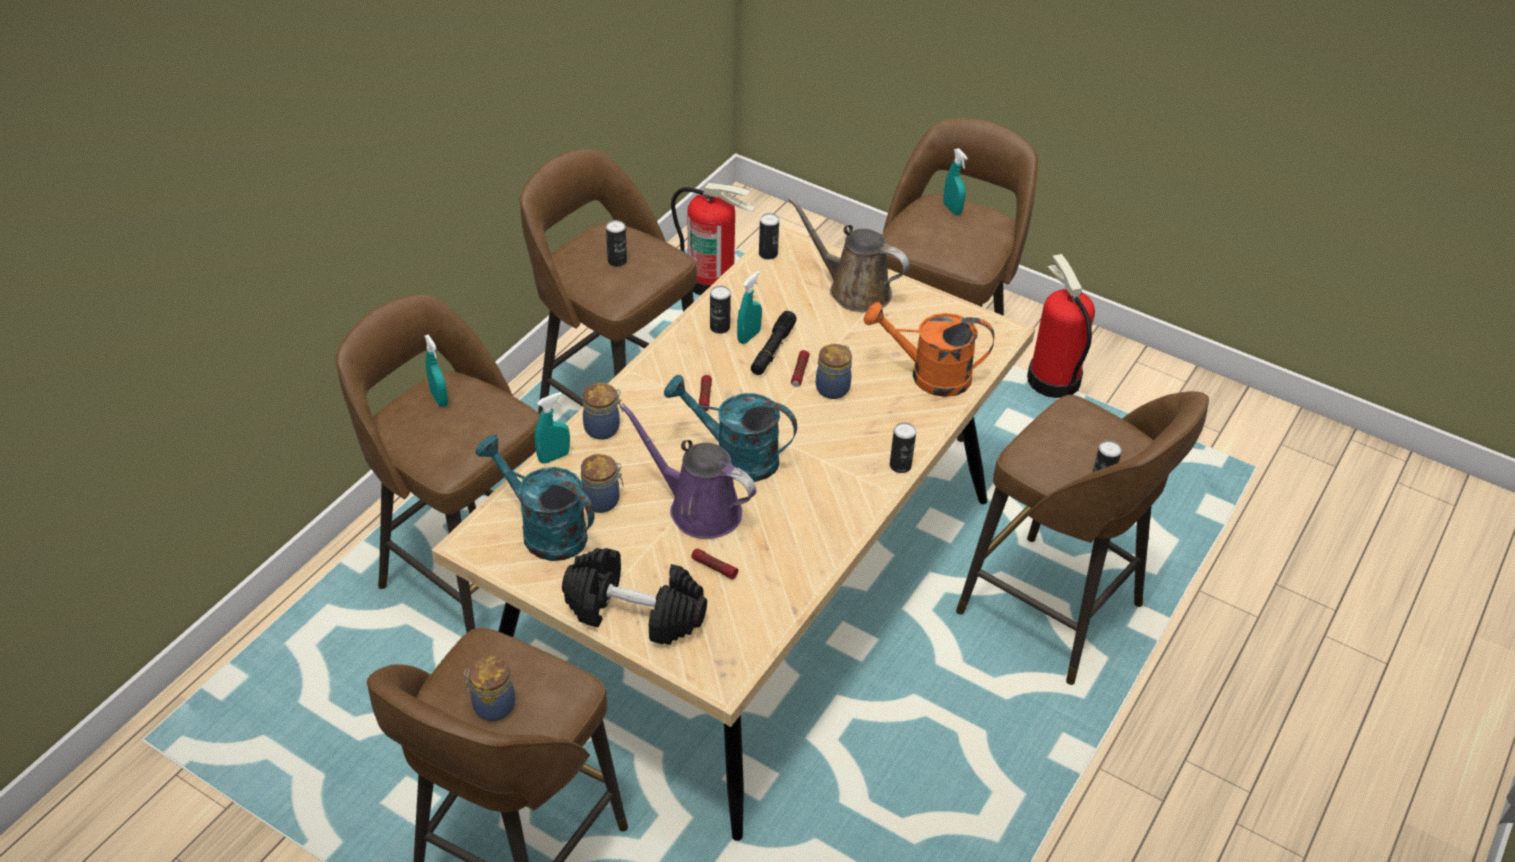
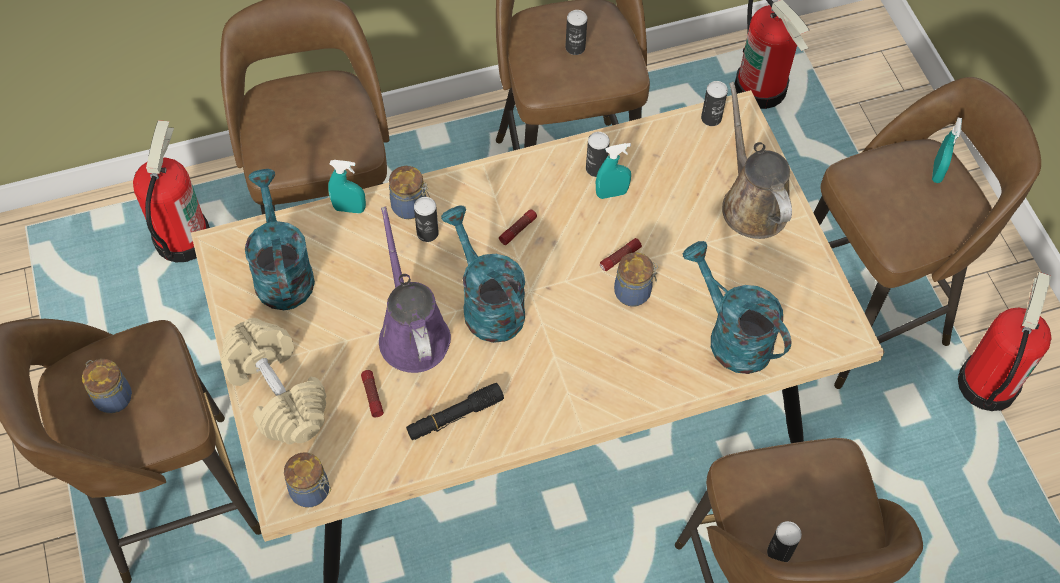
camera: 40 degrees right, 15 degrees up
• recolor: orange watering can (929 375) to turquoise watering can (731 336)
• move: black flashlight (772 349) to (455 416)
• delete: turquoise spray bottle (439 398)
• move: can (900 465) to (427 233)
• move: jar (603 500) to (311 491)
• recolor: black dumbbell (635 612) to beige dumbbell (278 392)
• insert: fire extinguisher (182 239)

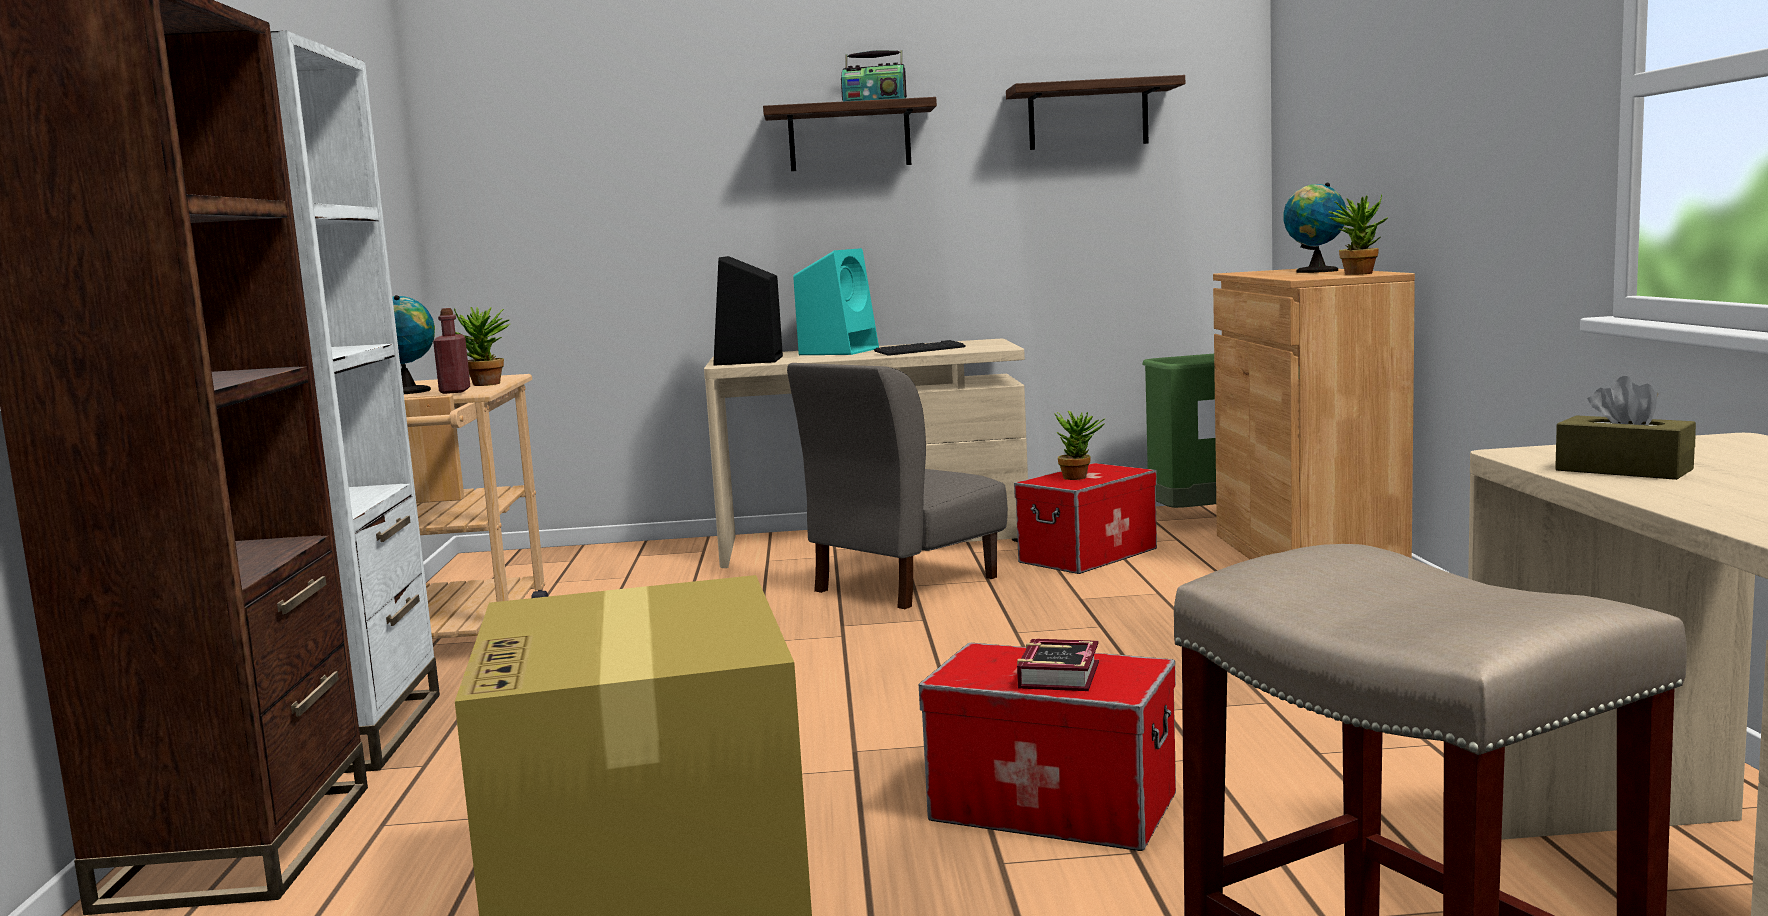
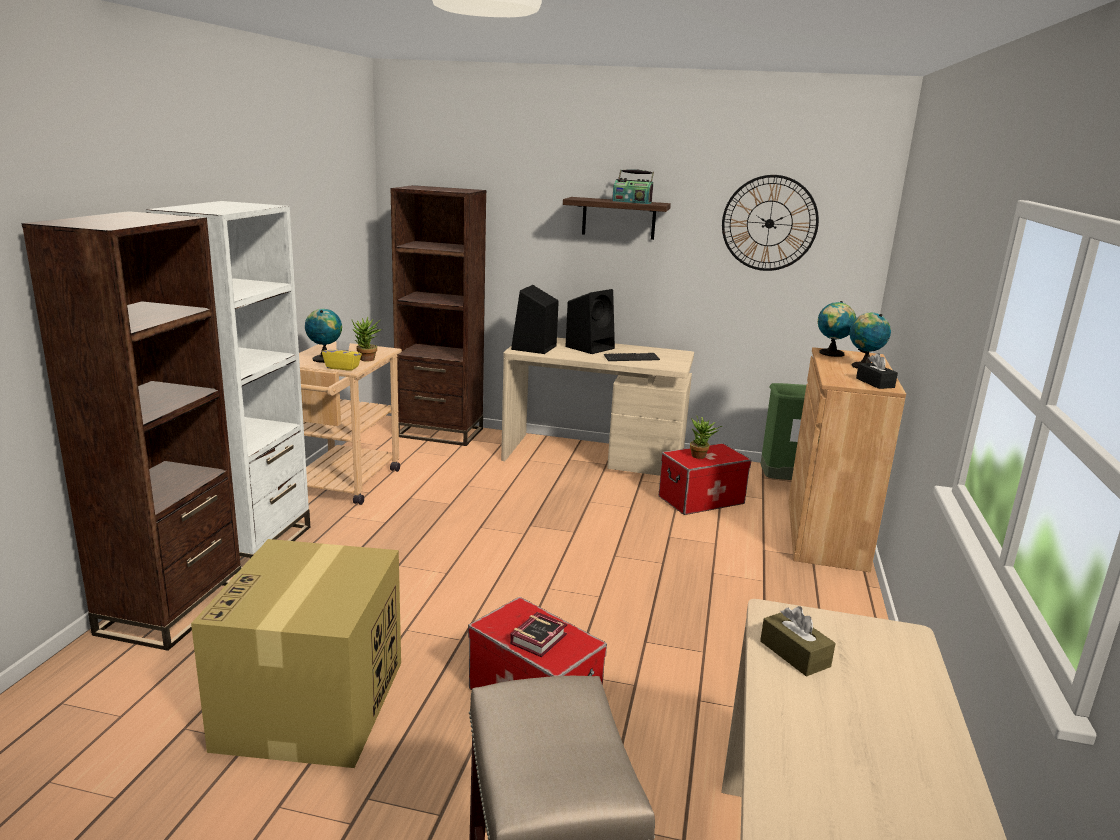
camera: 15 degrees right, 10 degrees up
• replace: shelf (1088 116) to wall clock (769 223)
• replace: potted plant (1357 273) to black tissue box (875 383)
• recolor: turquoise speaker (839 351) to black speaker (590 347)
• replace: red bottle (455 391) to yellow tissue box (342 367)
• delete: grey chair (904 584)
• insert: brown bookcase (440 433)
• insert: globe (831 354)

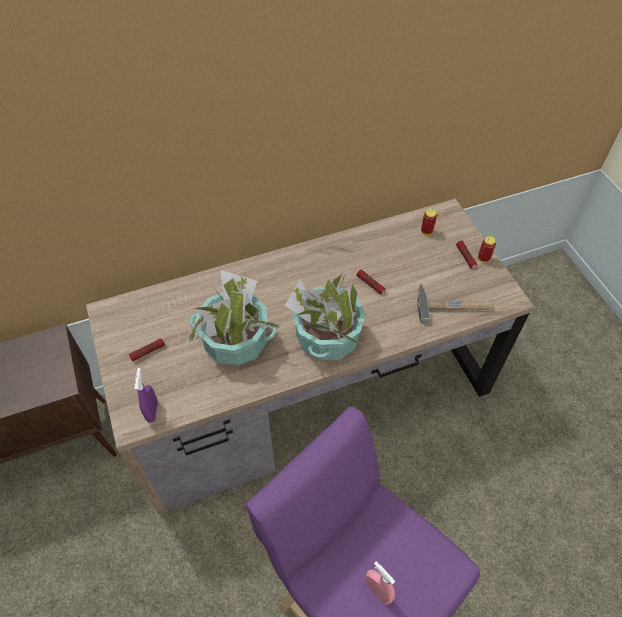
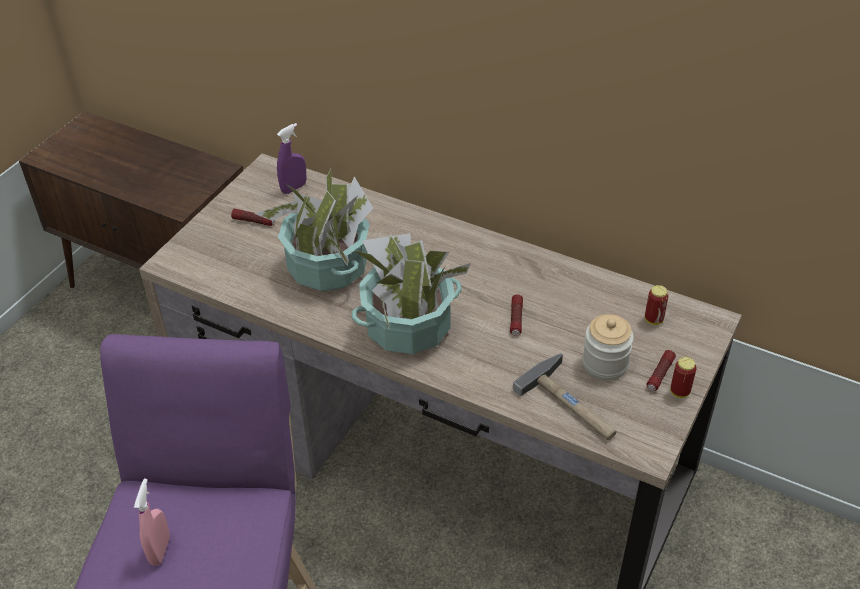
camera: 50 degrees right, 10 degrees down
• move: purple spray bottle (152 411) to (294 188)
• insert: jar (605 364)

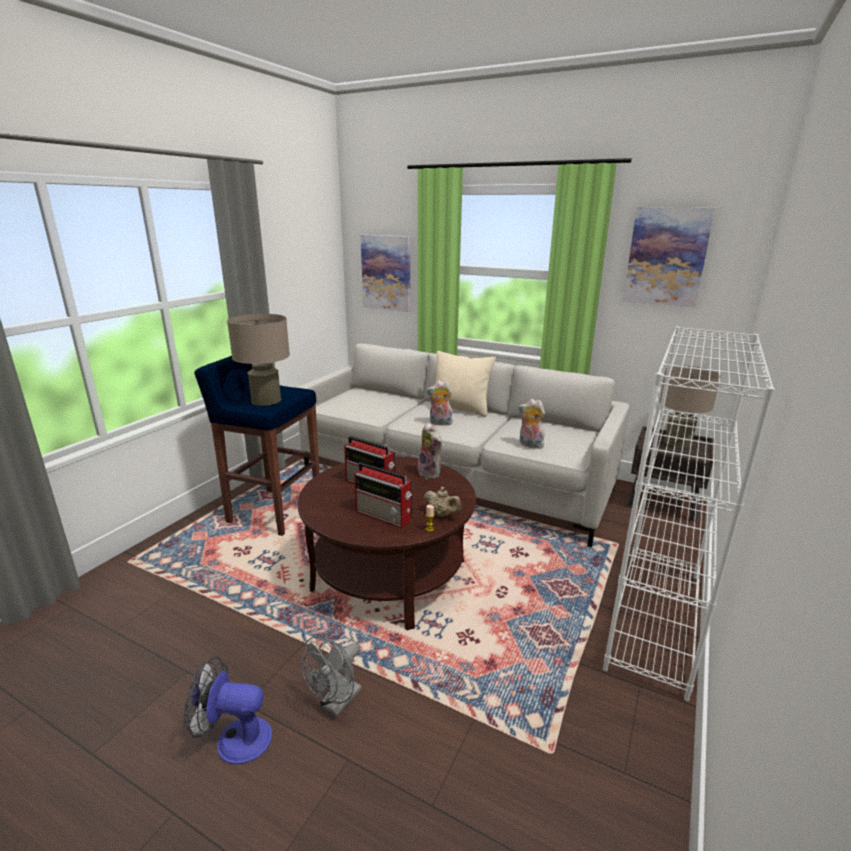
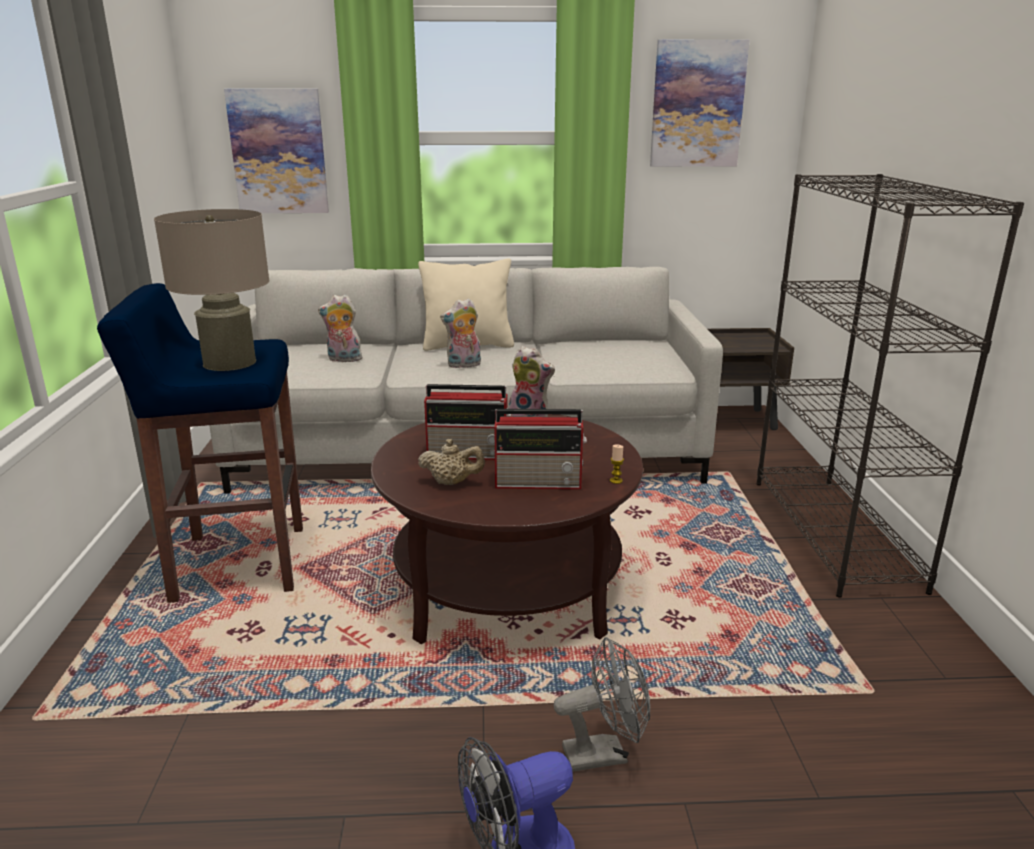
camera: 30 degrees left, 0 degrees up
• recolor: white bookcase (656 619) to black bookcase (834 533)
• delete: beige table lamp (677 442)
• move: plush toy (529 445) to (343 360)
• move: beige teapot (442 514) to (452 482)
• rotate: grey fan (336 703) = (604 753) 105 degrees counterclockwise

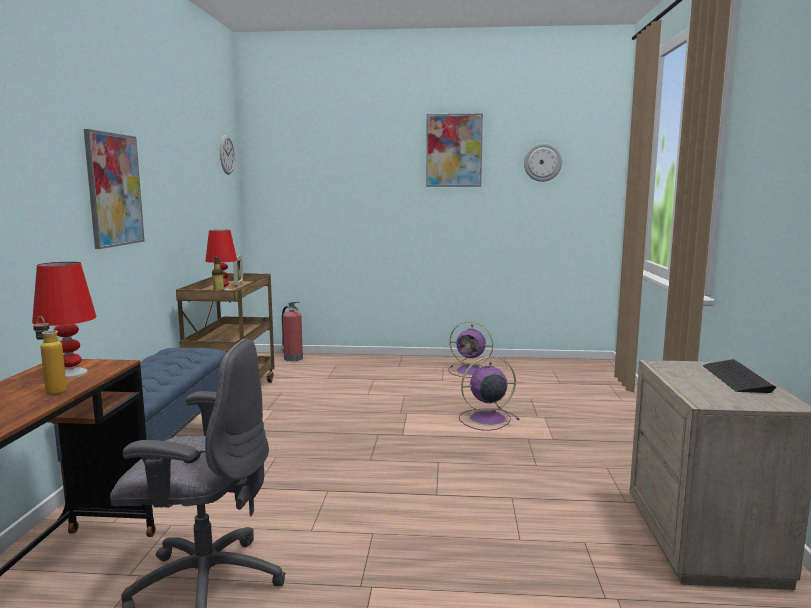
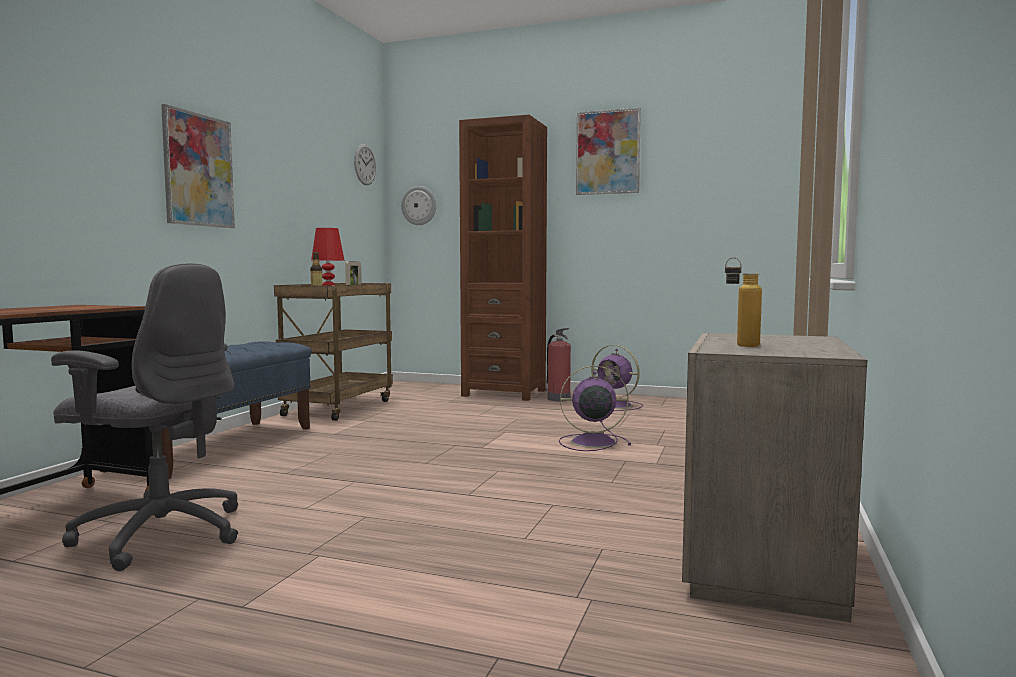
camera: 15 degrees right, 5 degrees down
• move: wall clock (542 162) to (419 205)
• delete: red table lamp (70 374)
• move: fire extinguisher (292 358) to (558 399)
• move: bottle (52 391) to (740 345)
• delete: keyboard (736 378)
• insert: brown bookcase (504 393)

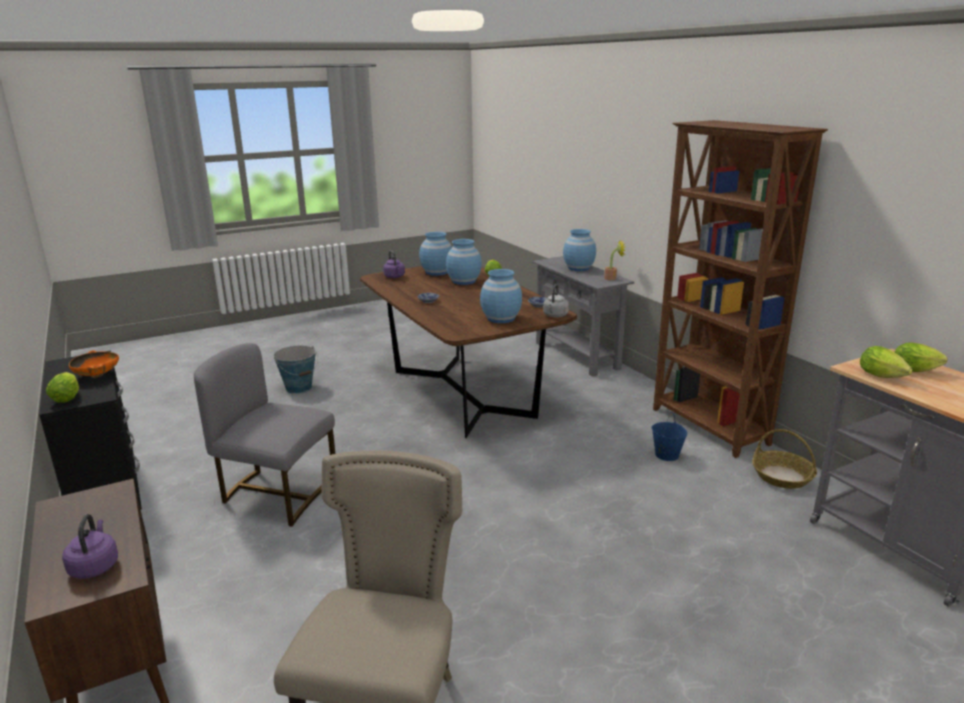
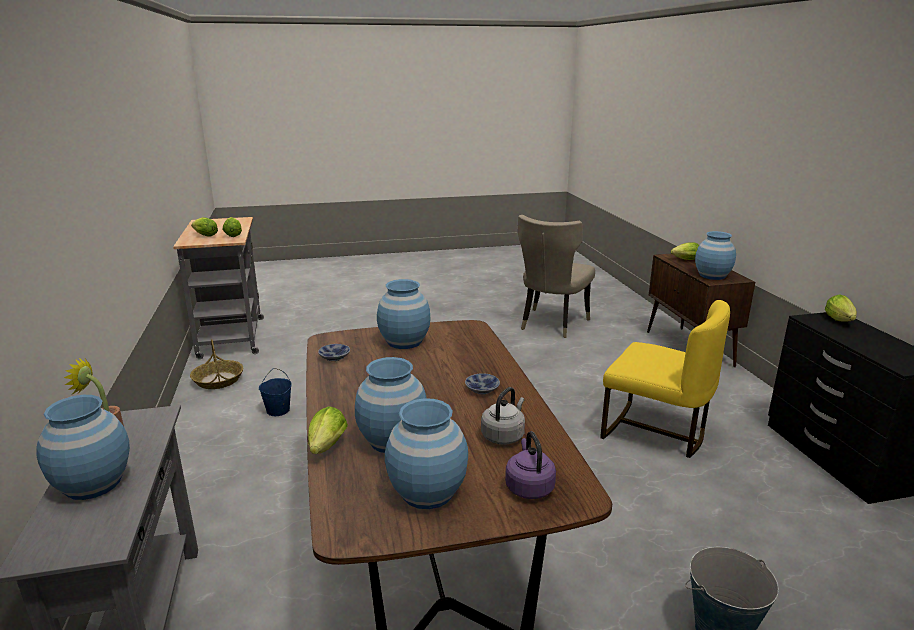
camera: 165 degrees left, 0 degrees up
• delete: brown bookcase (709 427)
• move: grey kettle (555 316) to (504 435)
• recolor: grey chair (277 493) to yellow chair (655 431)
• delete: orange bowl (97 375)
• replace: purple kettle (95 566) to lettuce (684 260)
• insert: blue vase (712 276)

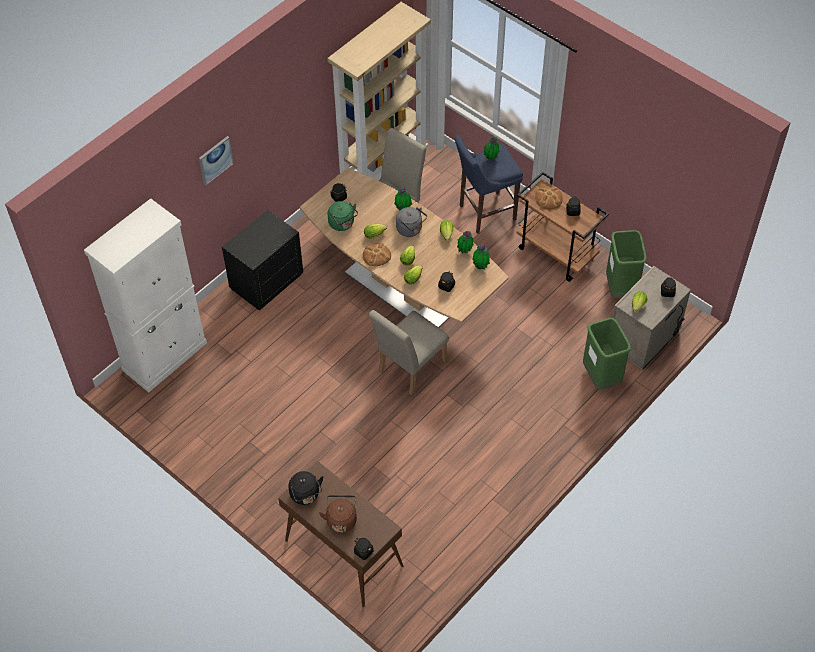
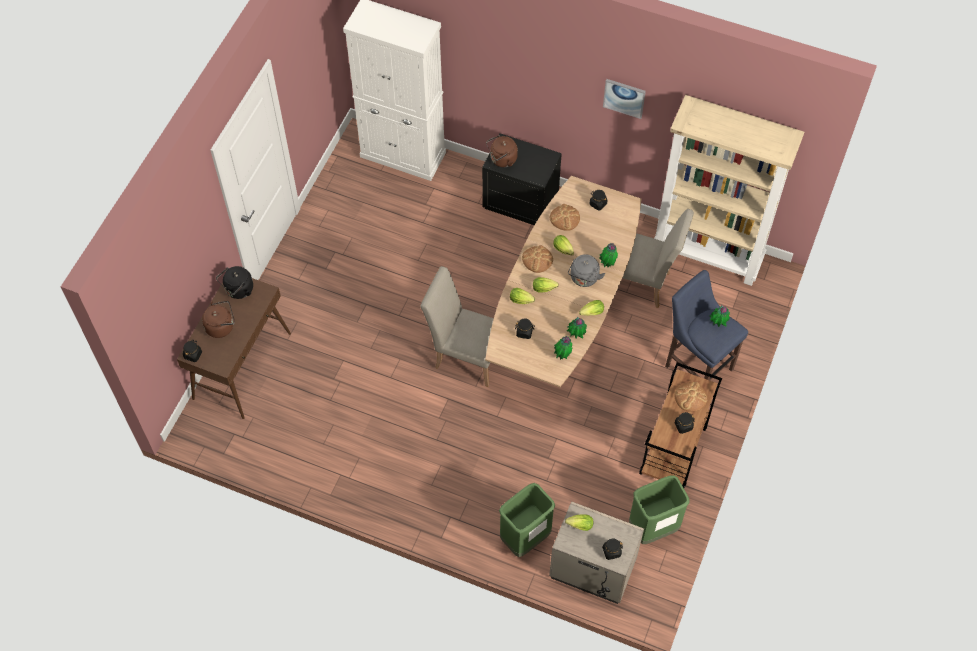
camera: 70 degrees right, 5 degrees up
• move: picture (215 160) to (624 98)
• replace: green kettle (342 224) to bread (564 218)
• insert: brown kettle (502 160)

